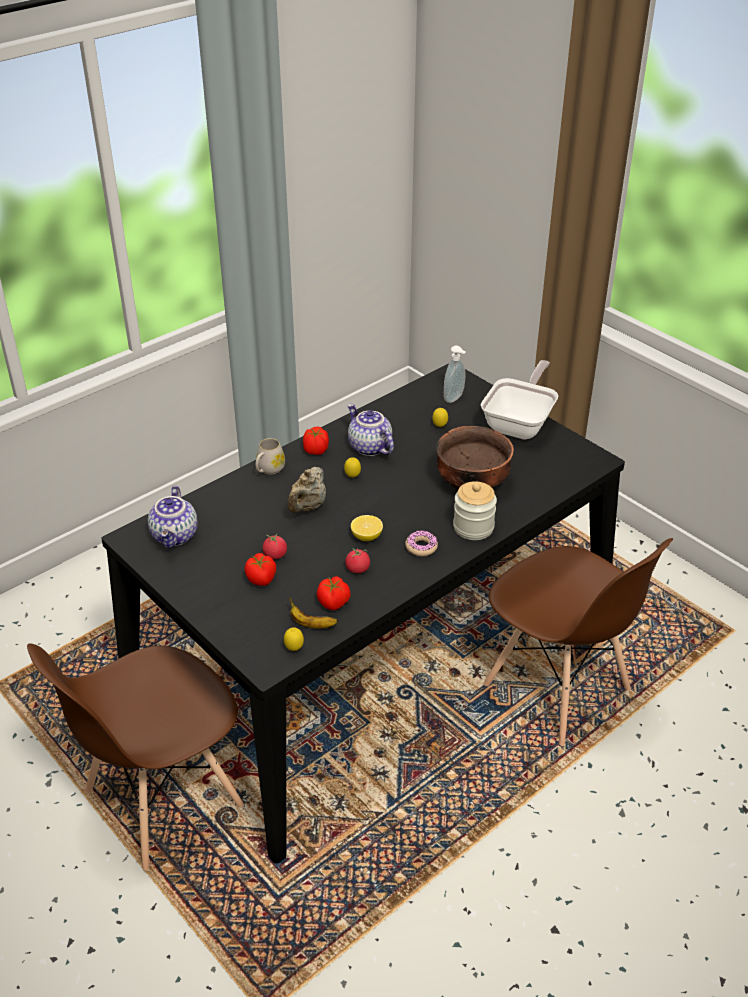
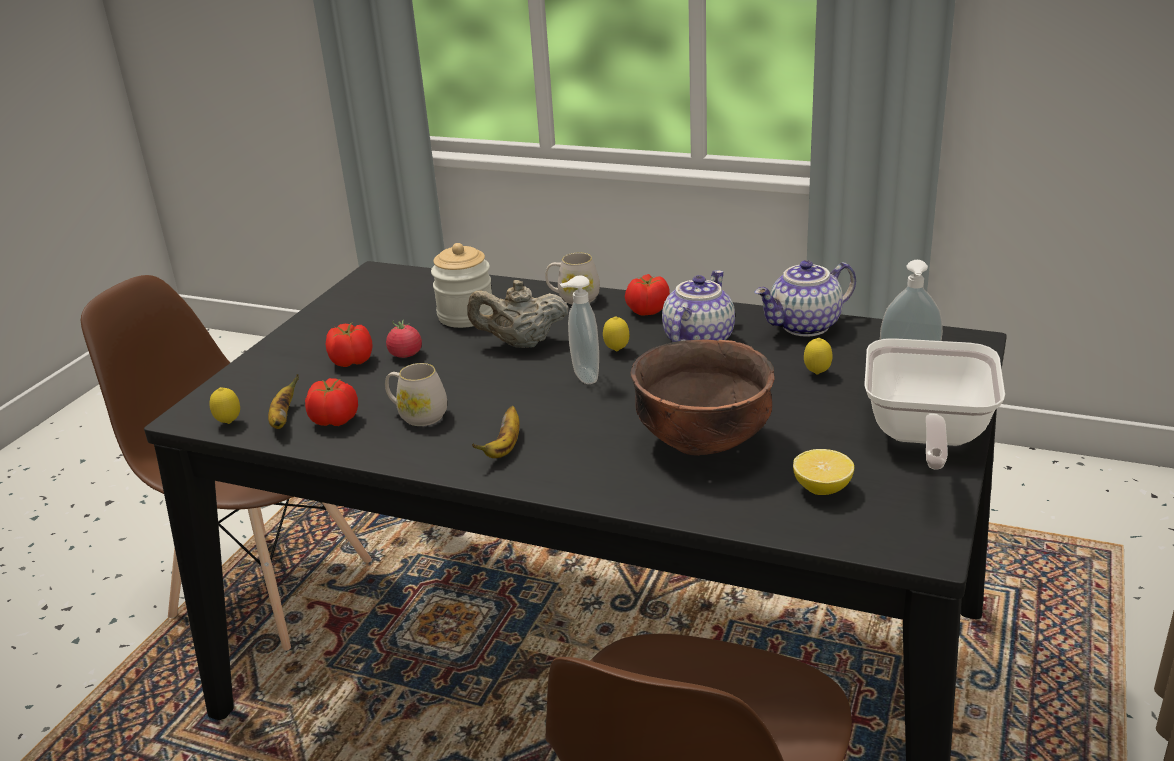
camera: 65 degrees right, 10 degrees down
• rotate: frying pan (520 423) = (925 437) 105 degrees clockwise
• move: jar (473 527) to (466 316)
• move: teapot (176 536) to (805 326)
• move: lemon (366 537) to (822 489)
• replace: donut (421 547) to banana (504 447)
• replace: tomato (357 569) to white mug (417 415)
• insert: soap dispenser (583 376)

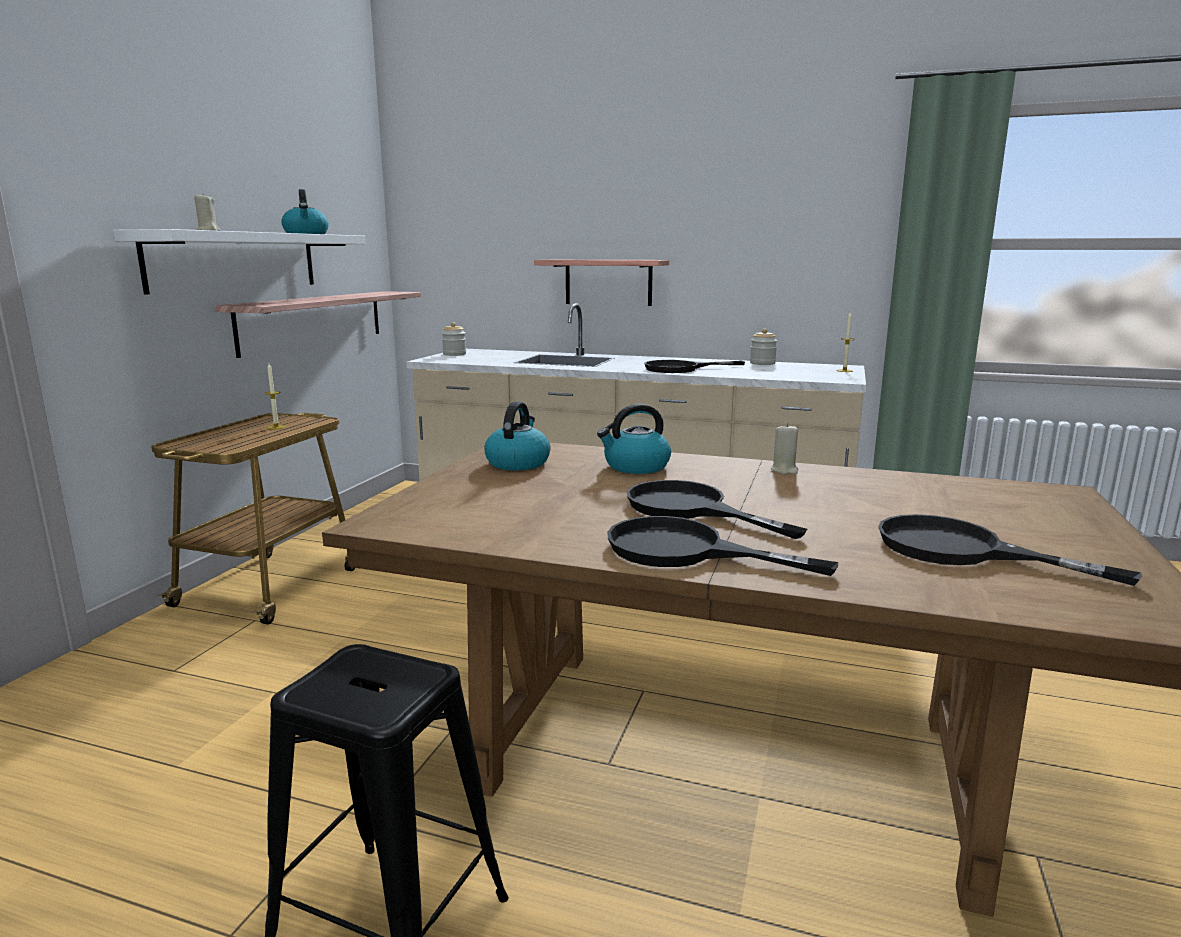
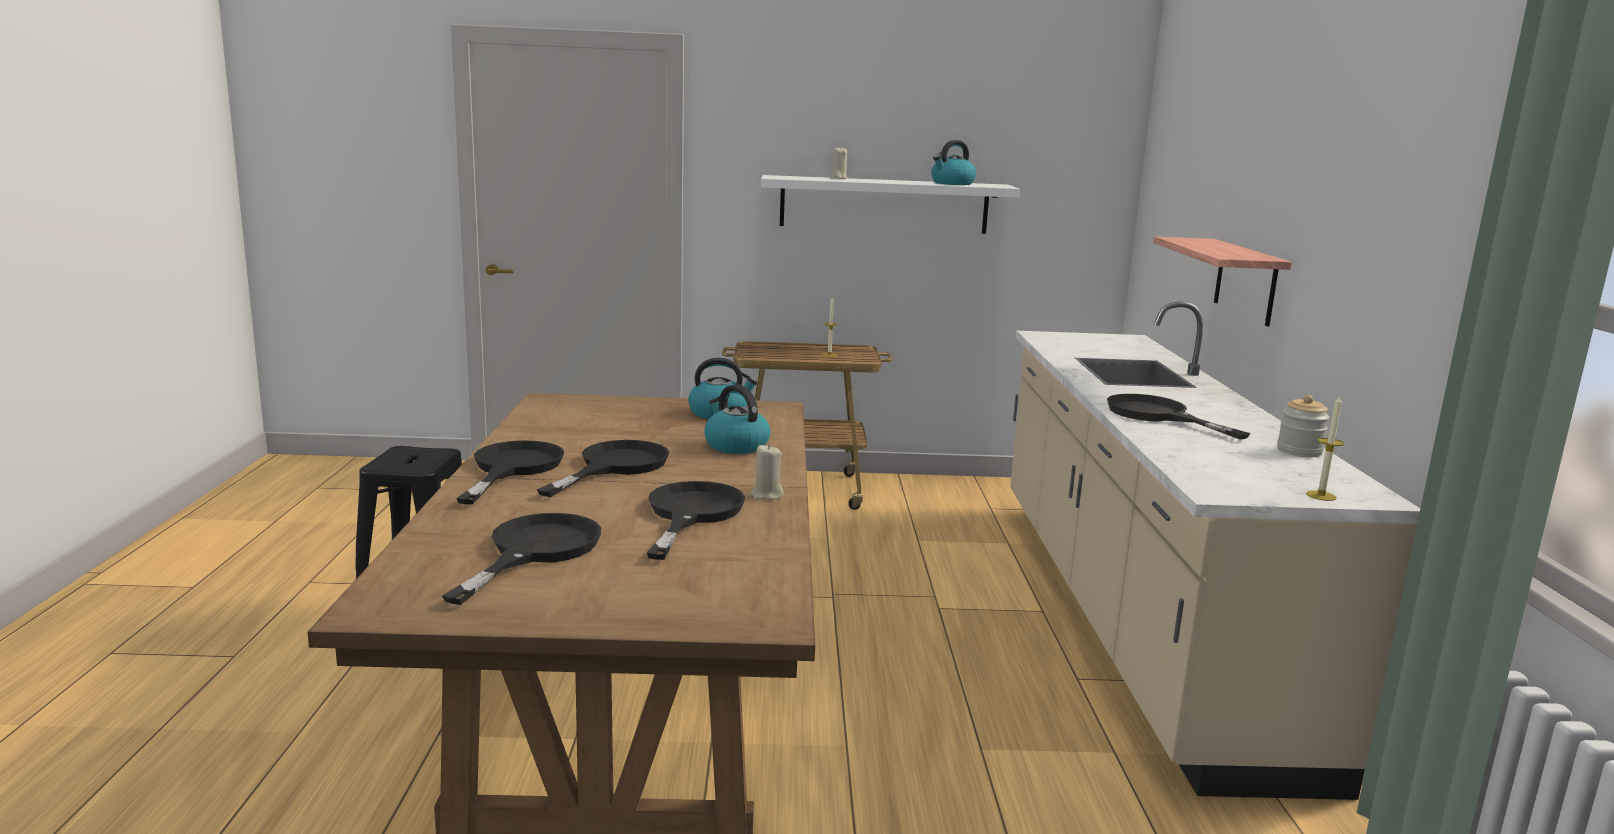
camera: 70 degrees right, 0 degrees up
• delete: shelf (314 321)
• delete: jar (454 354)
• insert: black frying pan (691 514)

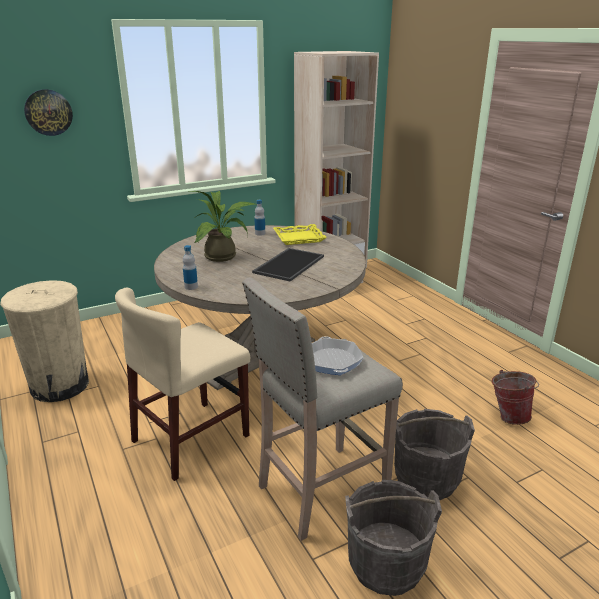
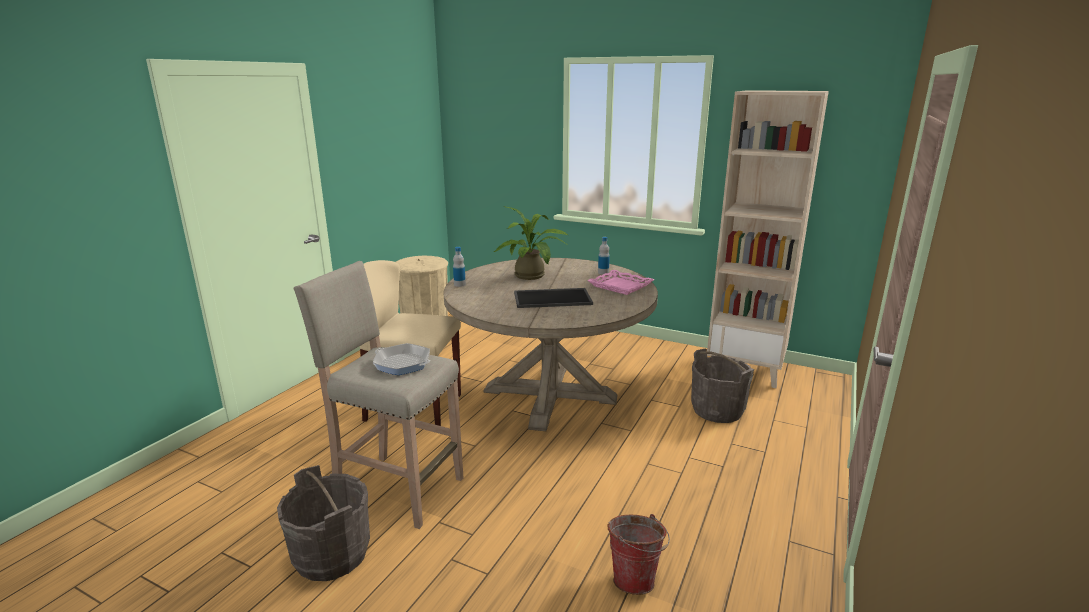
camera: 55 degrees right, 5 degrees down
• delete: wall clock (48 112)
• recolor: yellow tray (299 238) to pink tray (620 286)
• rotate: frying pan (332 361) = (402 363) 75 degrees clockwise
• move: grey bucket (426 478) to (717 410)

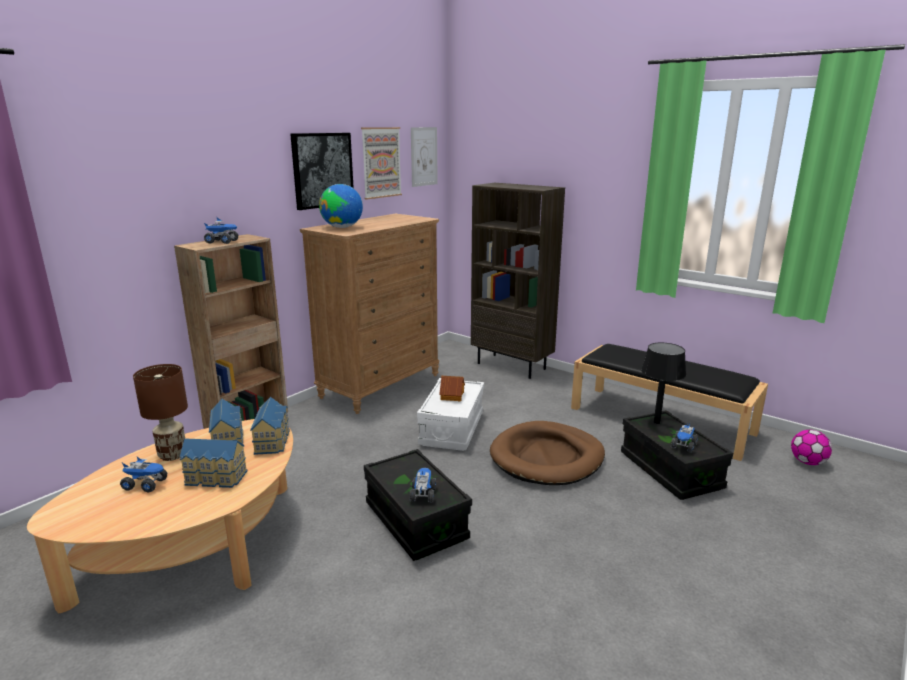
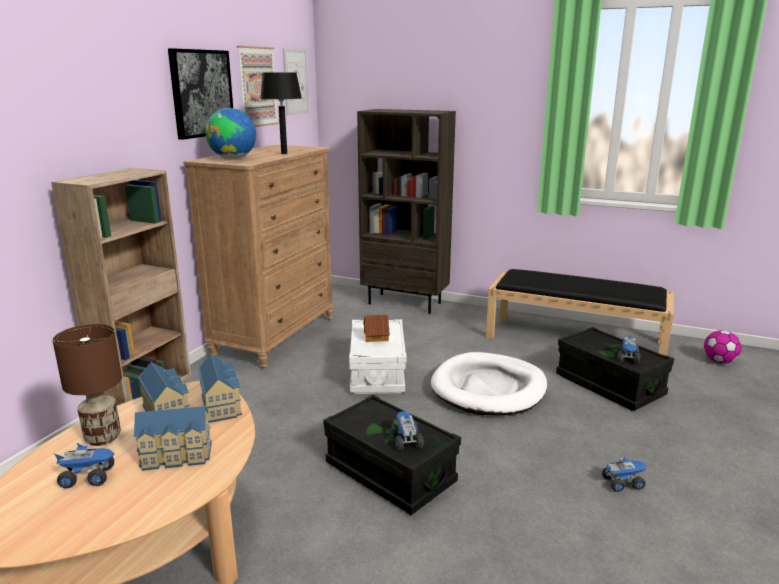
camera: 15 degrees left, 0 degrees up
• move: toy truck (222 242) to (622 483)
• move: black table lamp (656 422) to (284 153)
• recolor: brown dog bed (547 457) to white dog bed (489 388)

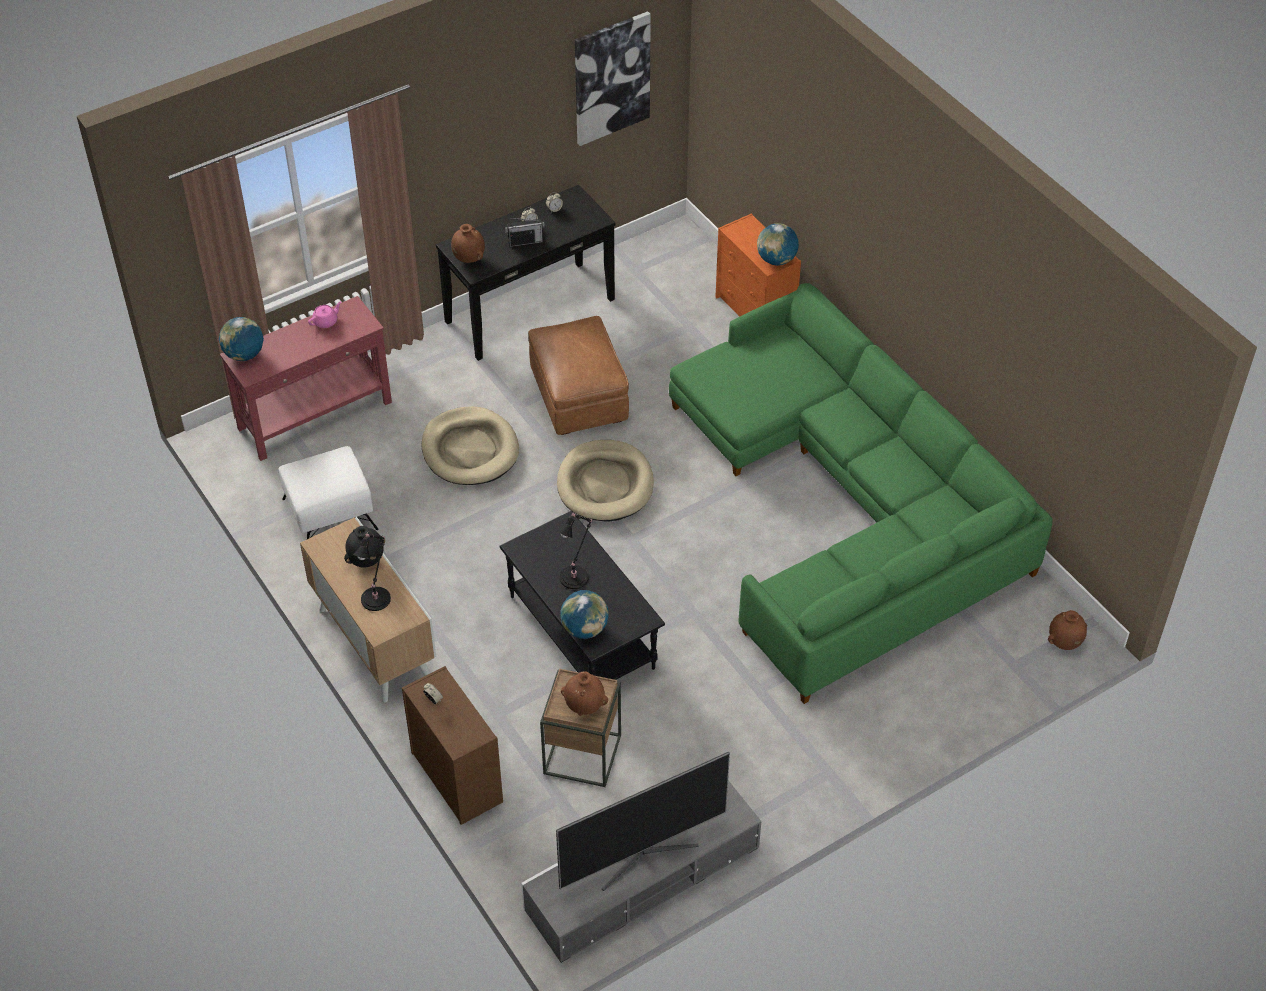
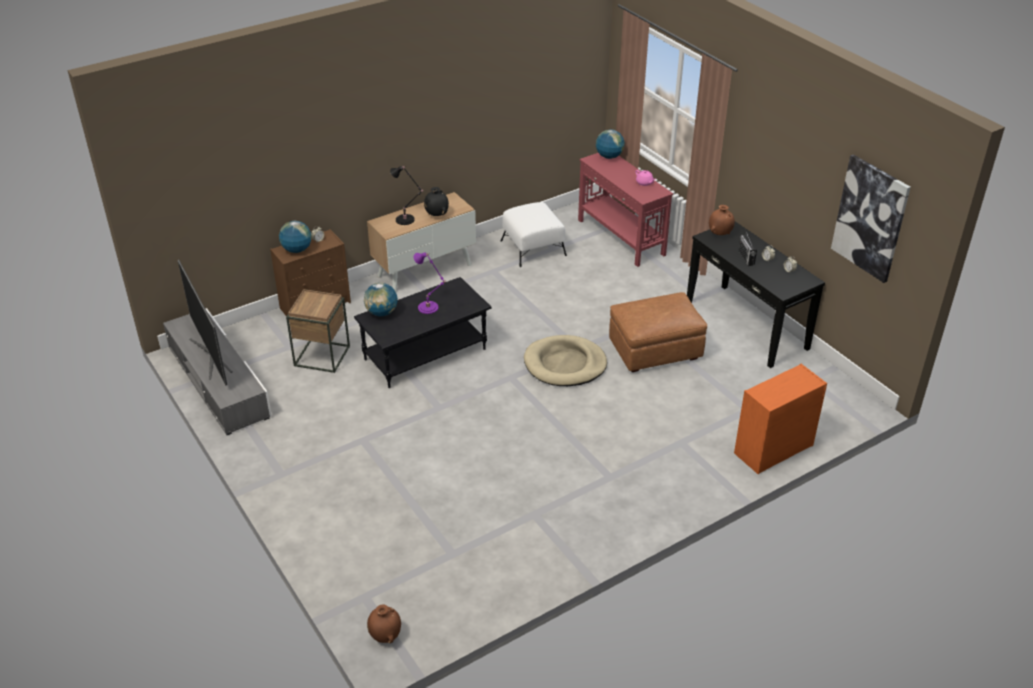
camera: 90 degrees right, 10 degrees down
• move: globe (776 260) to (297 250)
• delete: green sofa (848 507)
• delete: beige dog bed (470 450)
• recolor: black table lamp (575 576) to purple table lamp (429 308)
• delete: brown vase (585 706)

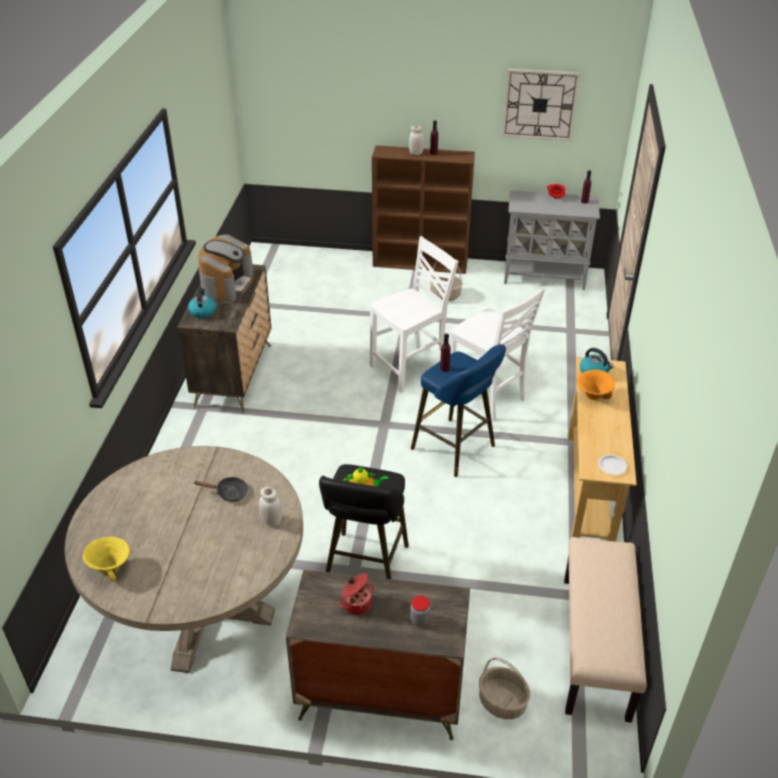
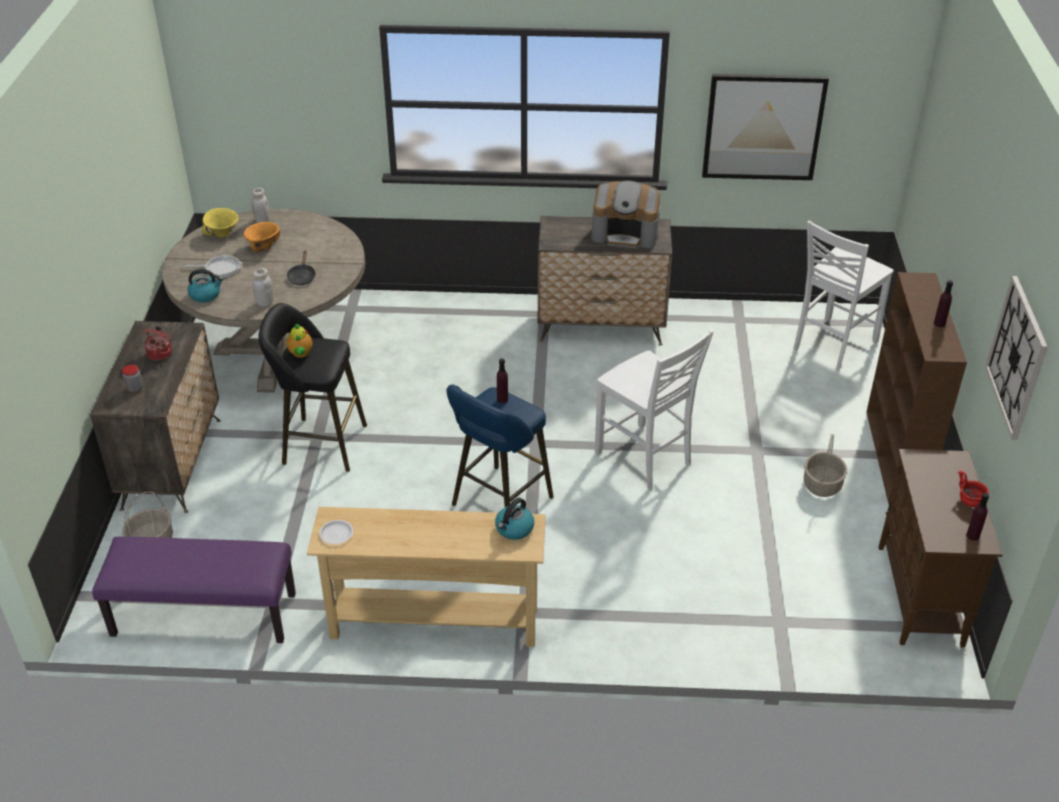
camera: 85 degrees right, 0 degrees up
• move: white jar (416 153) to (262 220)
• recolor: grey cabinet (545 276) to brown cabinet (920 596)
• move: white chair (487 396) to (832 345)
• move: kettle (202 311) to (205 295)
• move: orange bowl (592 396) to (263 247)
• recolor: beige bench (596 647) to purple bench (203 616)
• insert: picture (763 126)
• insert: frying pan (220 269)

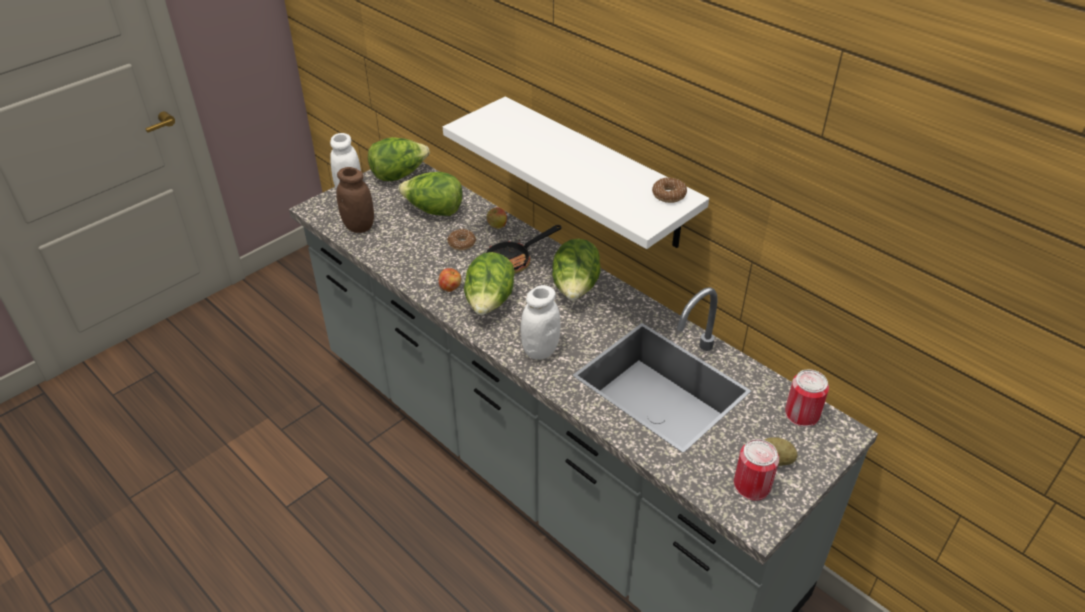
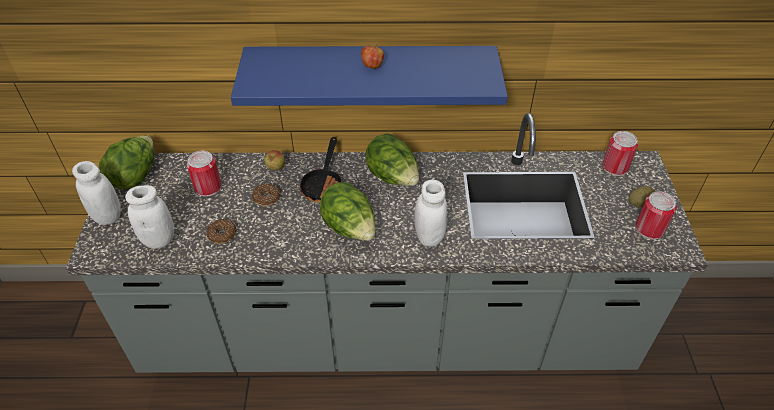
camera: 45 degrees left, 5 degrees up
• recolor: white shelf (597 173) to blue shelf (370 73)
• recolor: brown jar (359 226) to white jar (159 240)
• replace: lettuce (434 211) to can (208 187)
• move: donut (669 195) to (222 234)
• move: apple (450 288) to (372 66)

